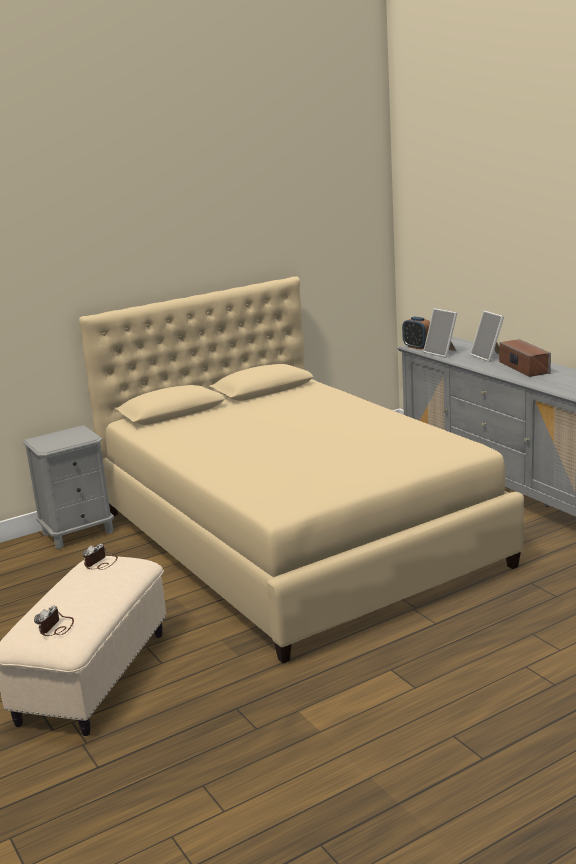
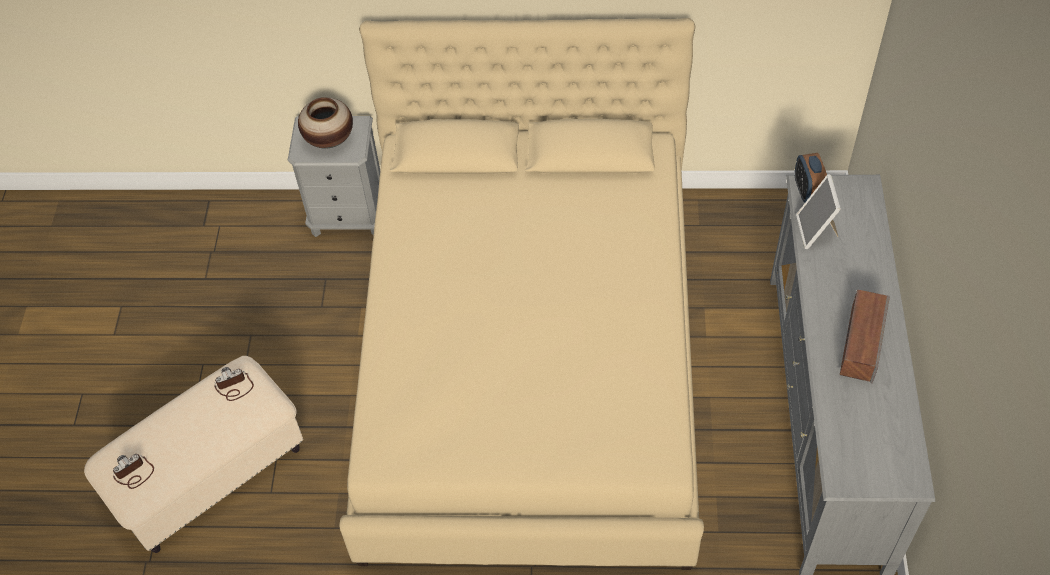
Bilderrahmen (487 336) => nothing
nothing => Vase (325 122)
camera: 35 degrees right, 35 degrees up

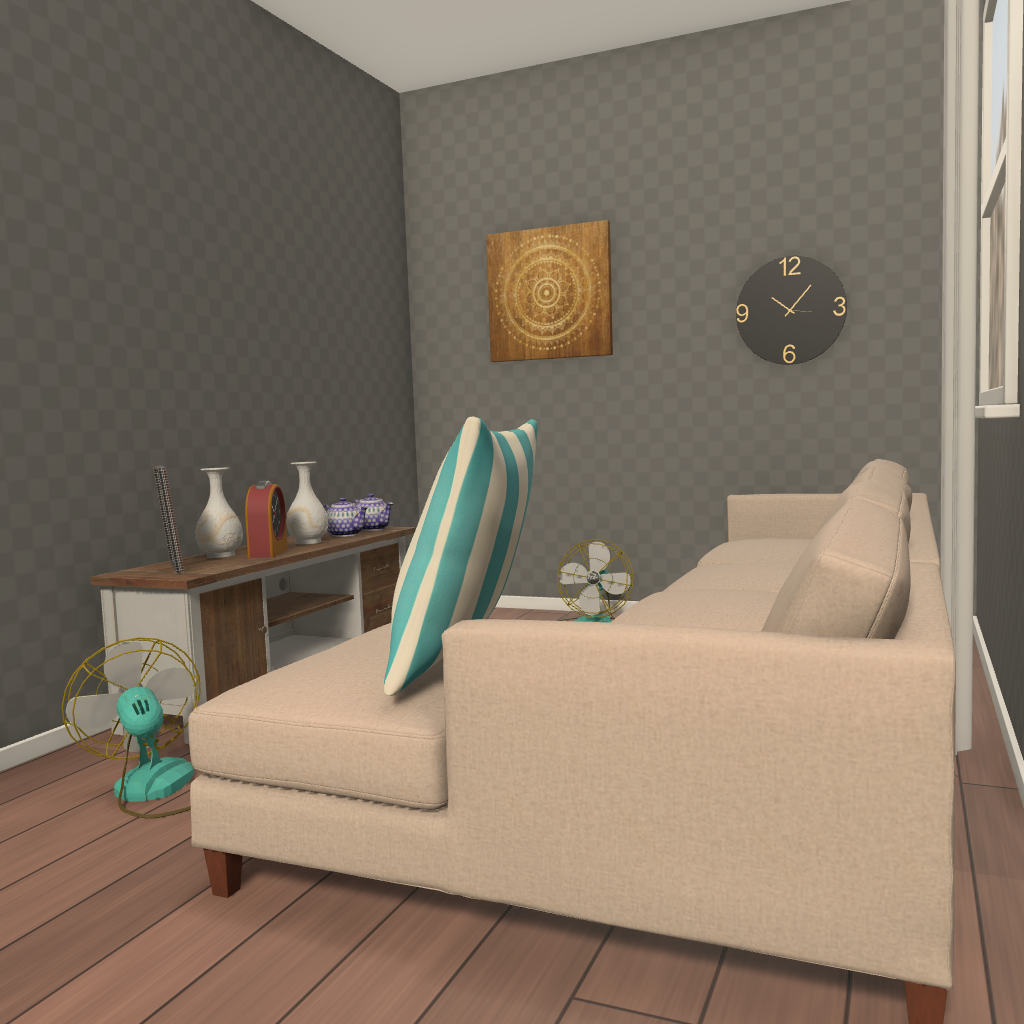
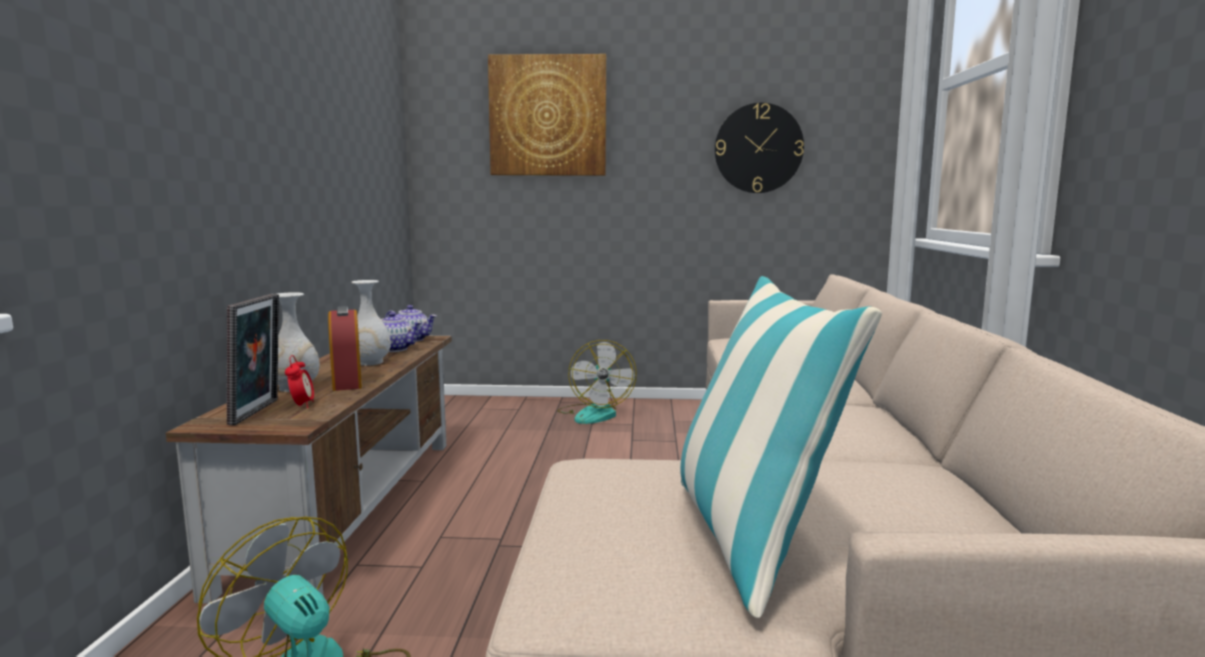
Bilderrahmen (168 519) => Bilderrahmen (253 359), 135 degrees counterclockwise
nothing => Wecker (299 381)
camera: 20 degrees left, 5 degrees up

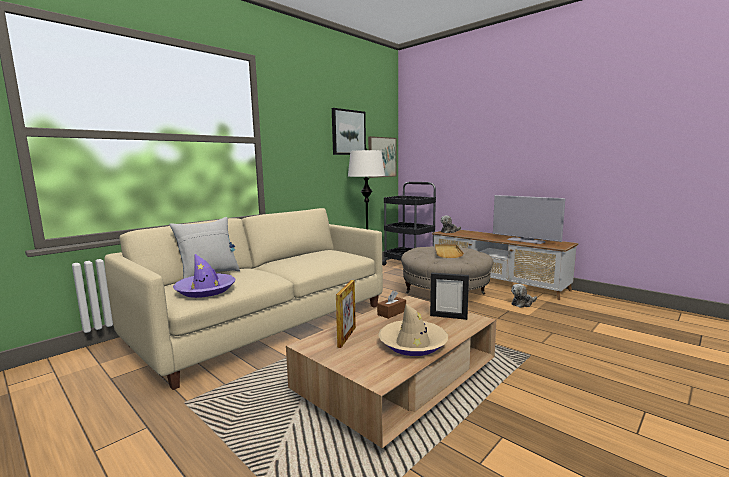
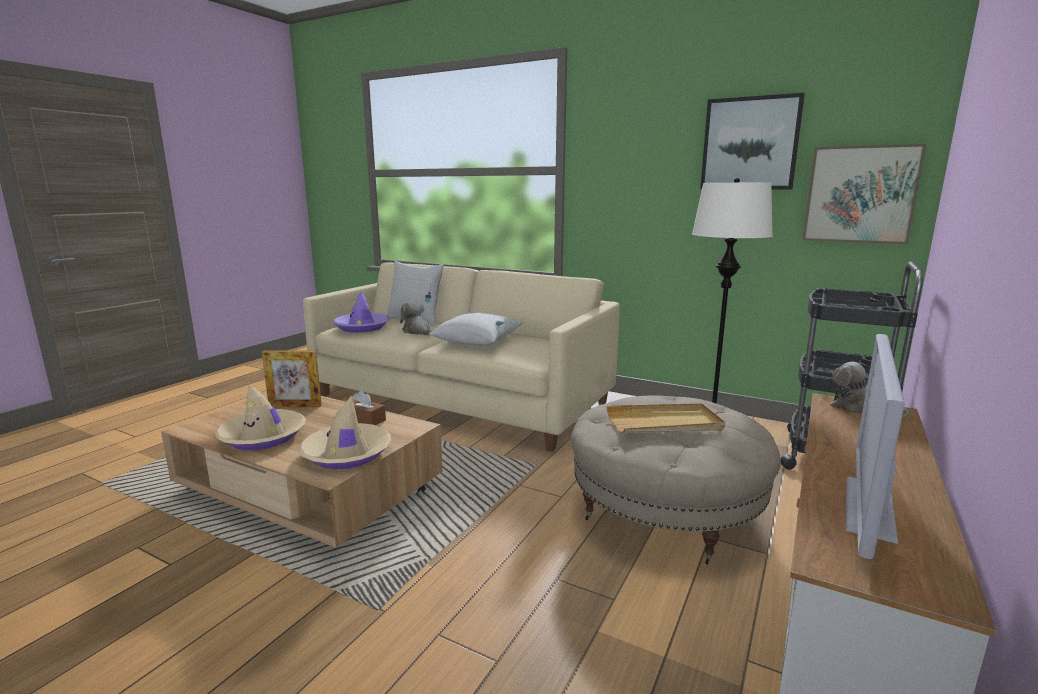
Bilderrahmen (449 296) => Hut/beige (345 432)
Plüschtier (524 296) => Plüschtier (416 318), move
nothing => Kissen/grau (476 329)
camera: 75 degrees right, 5 degrees up

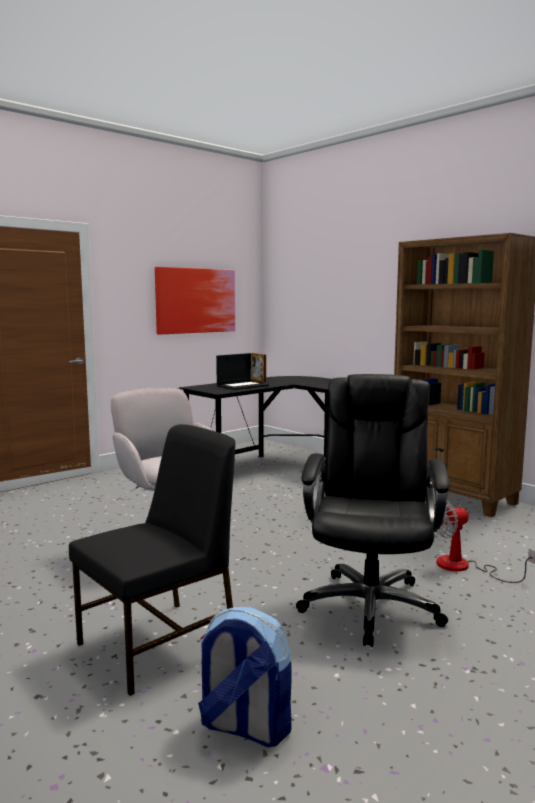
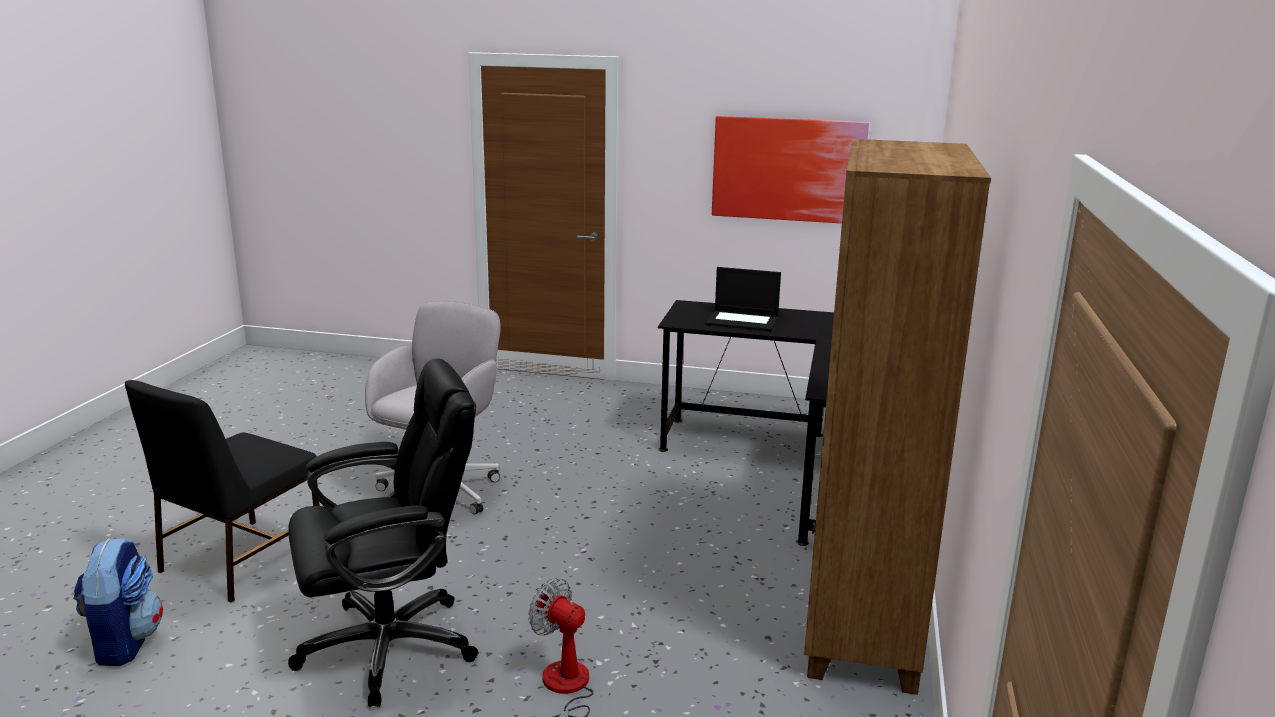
Stuhl/schwarz (152 560) => Stuhl/schwarz (222 491), 105 degrees clockwise
Bilderrahmen (258 367) => nothing
camera: 55 degrees right, 10 degrees up

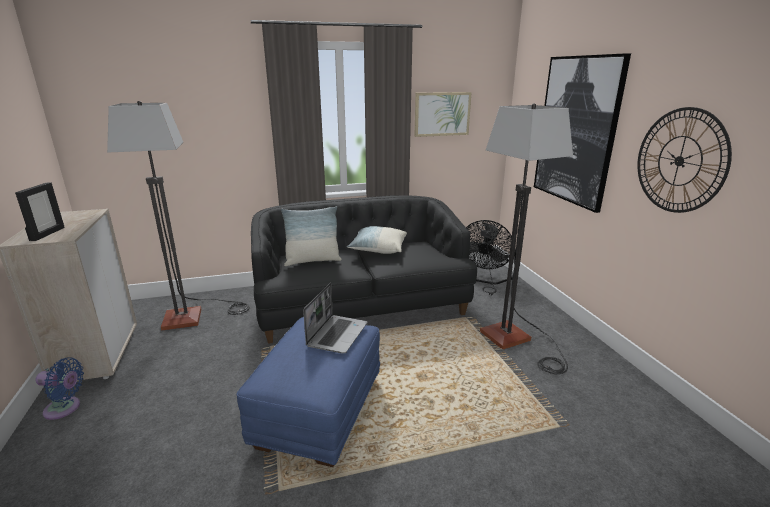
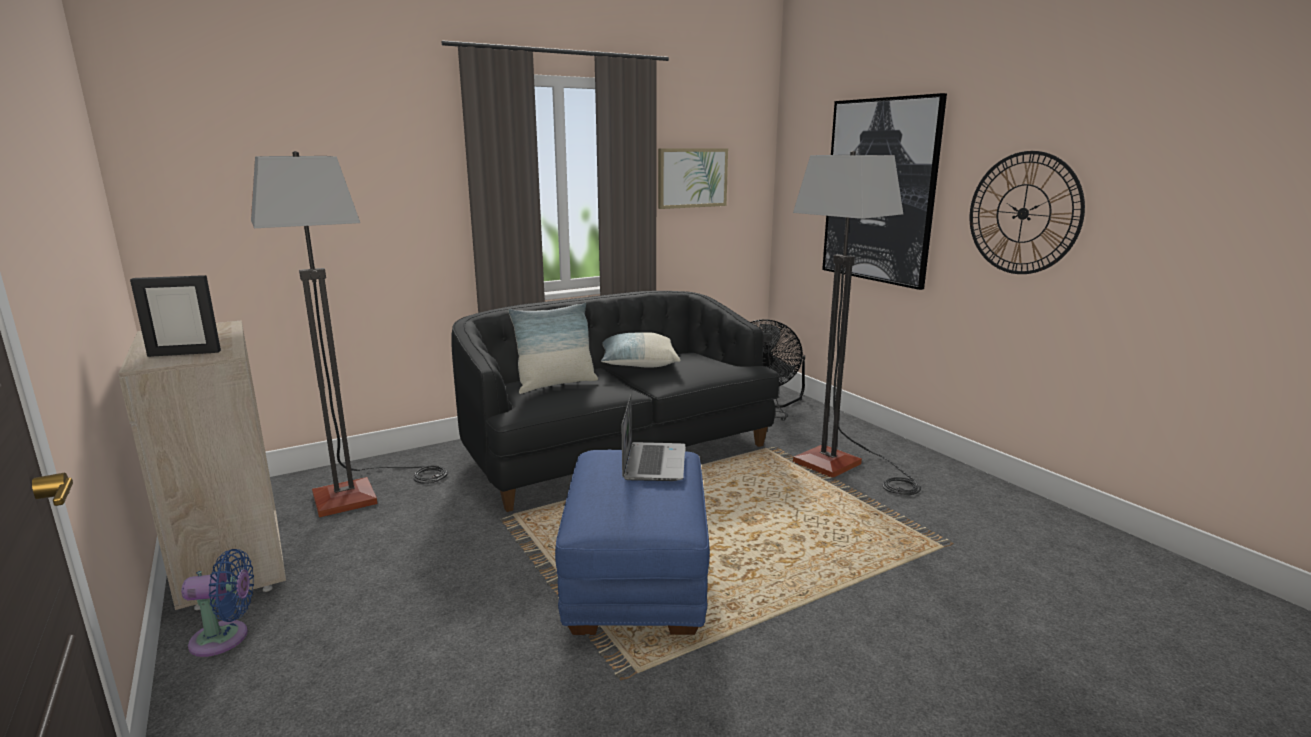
Bilderrahmen (40 212) => Bilderrahmen (175 316), 90 degrees clockwise
camera: 15 degrees left, 5 degrees down

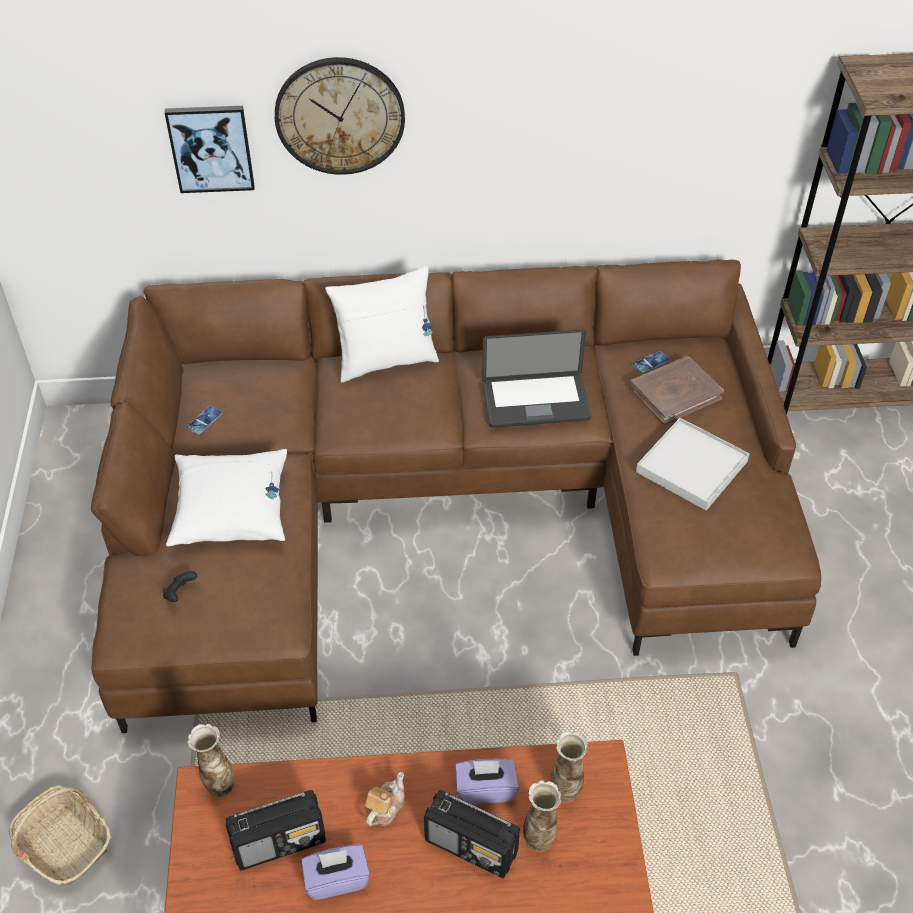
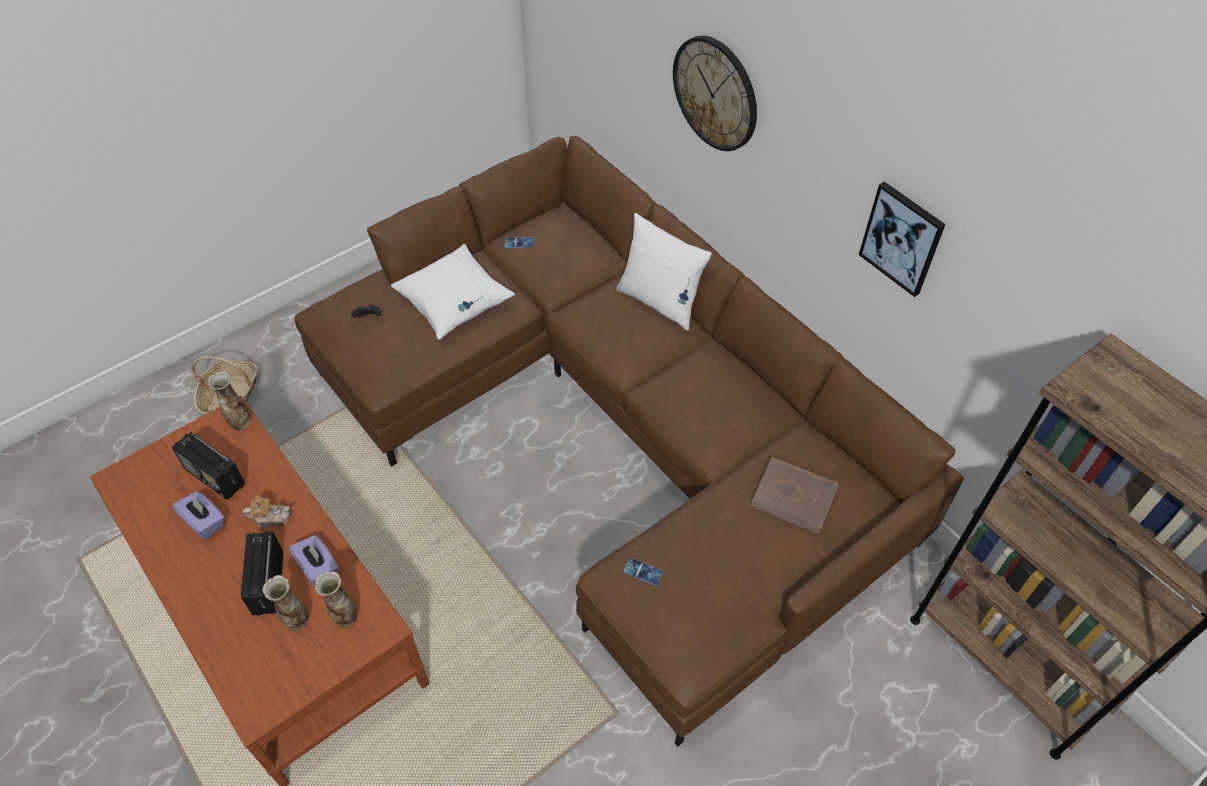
Bild (209 149) => Bild (902 239), move
Laptop (536 378) => nothing
Handy (651 362) => Handy (643 572), move
Tablett/weiß (693 464) => nothing
camera: 55 degrees right, 5 degrees up

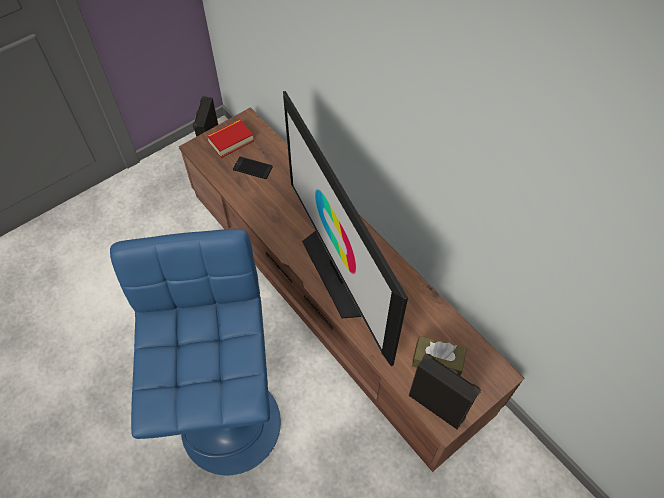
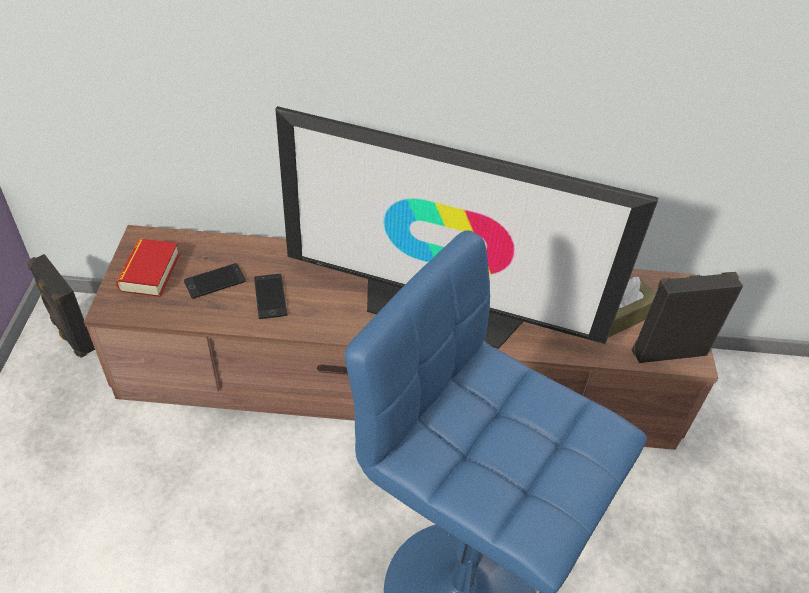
nothing => Handy (270 296)
camera: 50 degrees left, 10 degrees down

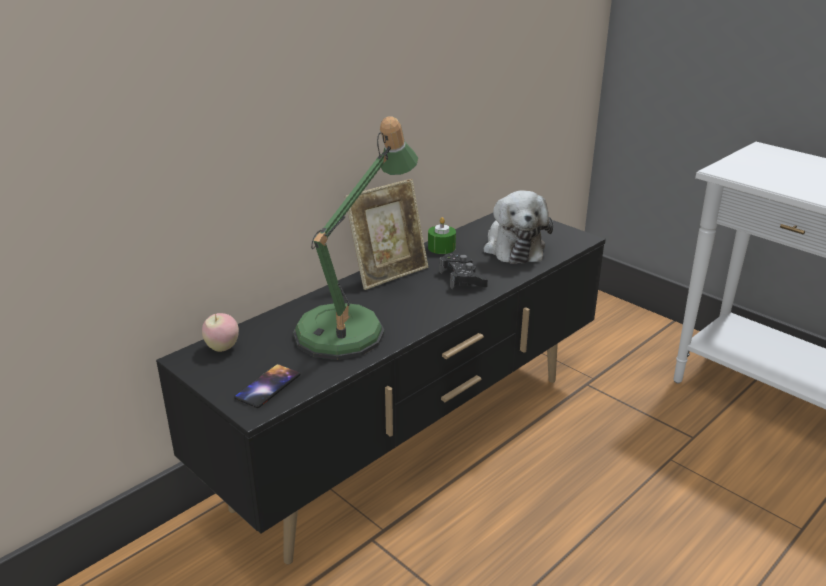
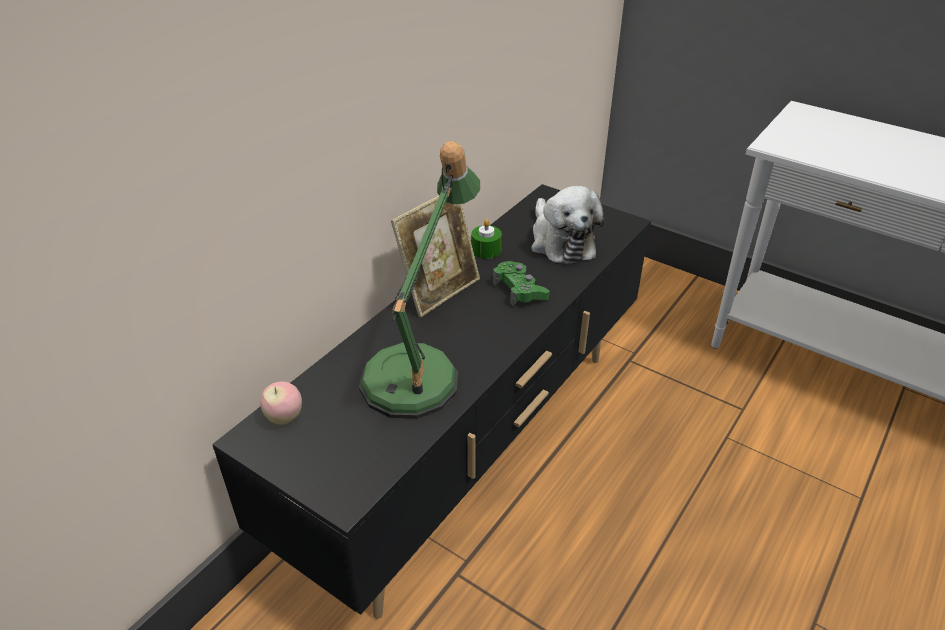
Handy (267 386) => nothing
Gamepad/schwarz (463 271) => Gamepad/grün (521 284)
camera: 10 degrees left, 10 degrees up

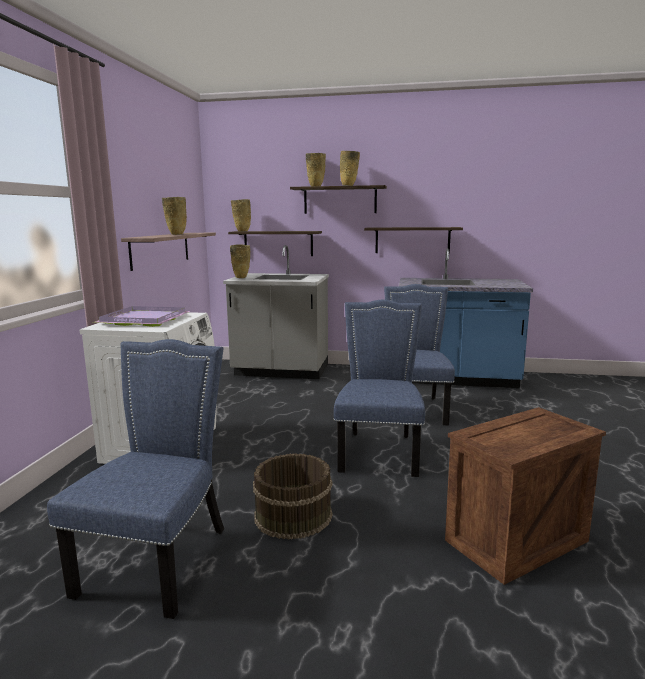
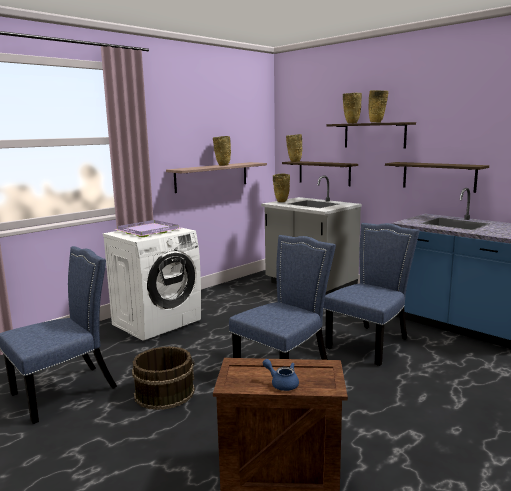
nothing => Teekanne/blau (281 375)
camera: 35 degrees right, 0 degrees up

